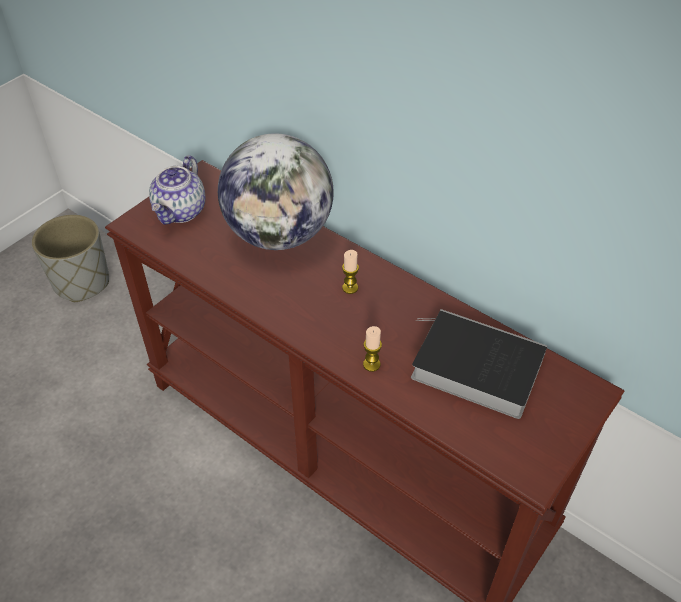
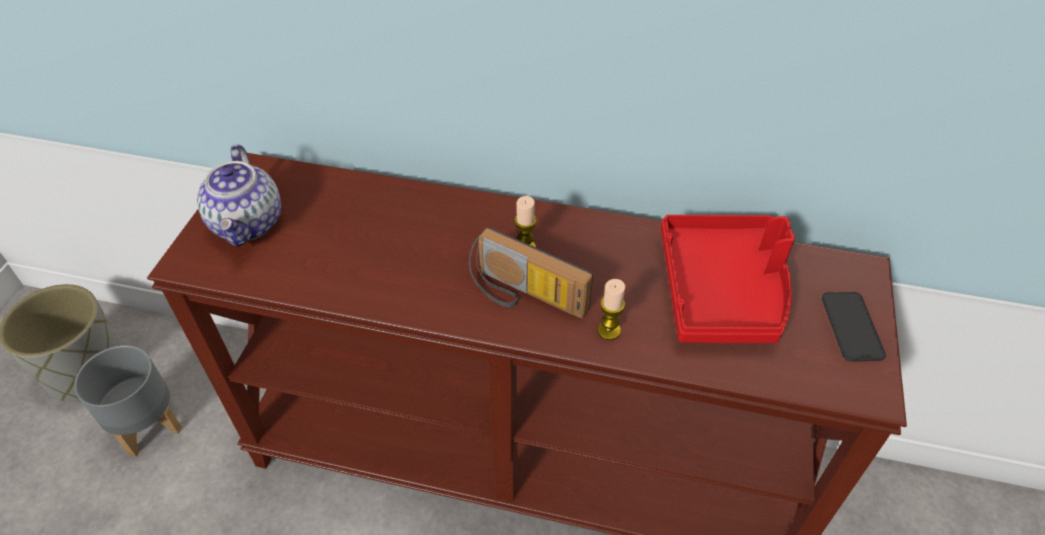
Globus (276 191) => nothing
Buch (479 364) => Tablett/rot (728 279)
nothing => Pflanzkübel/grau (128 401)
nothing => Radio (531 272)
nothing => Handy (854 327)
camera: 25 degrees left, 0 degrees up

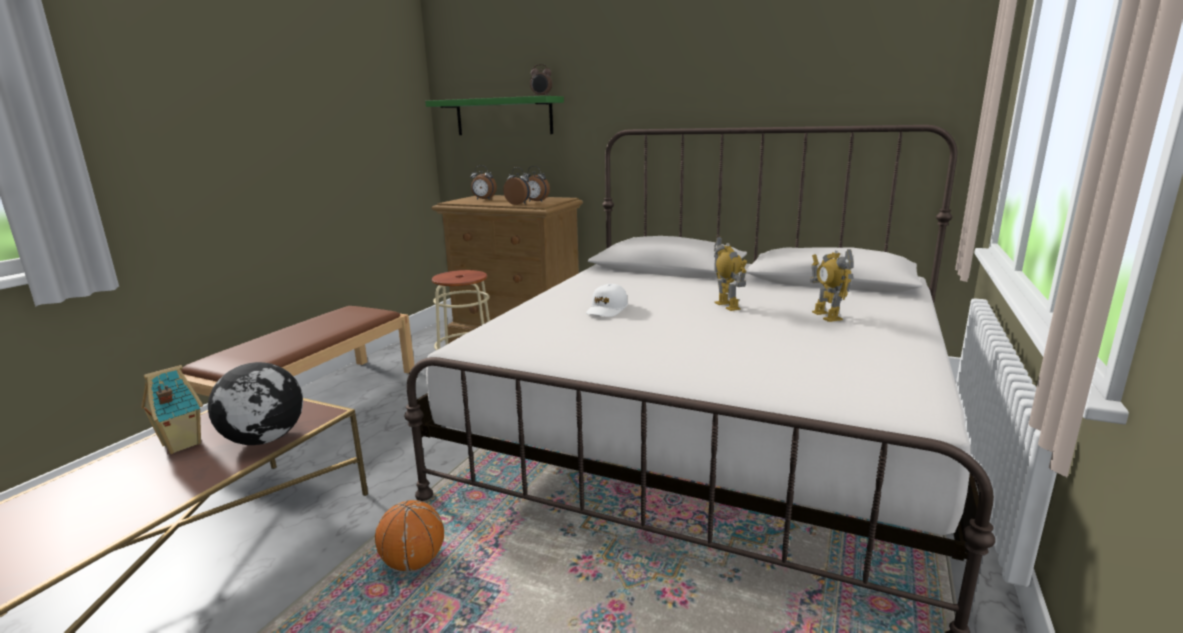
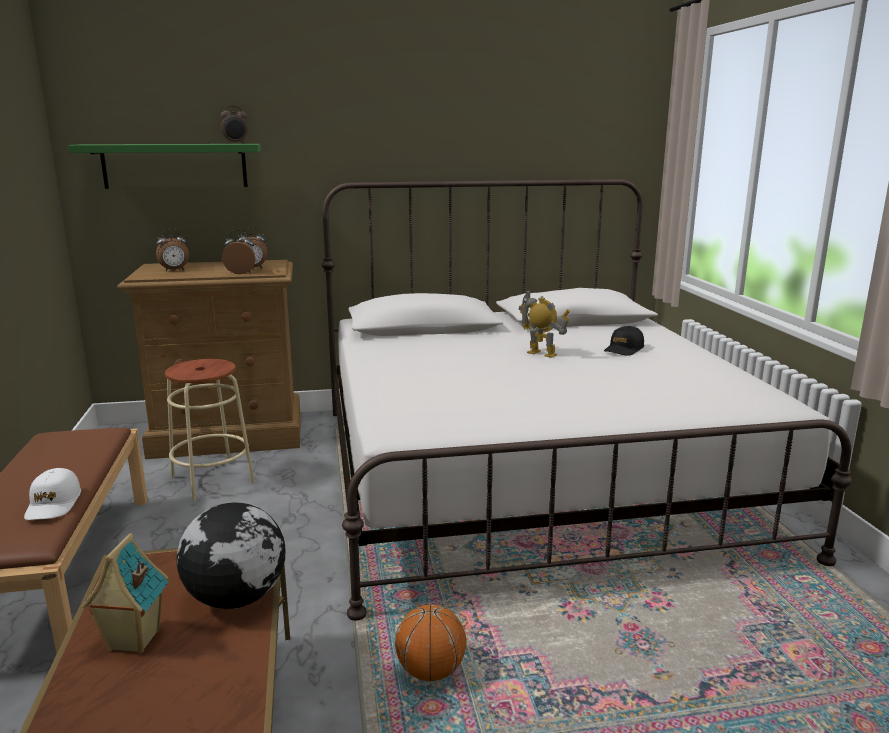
Kappe/weiß (607 300) => Kappe/weiß (52 494), move
Spielzeugroboter (832 285) => Kappe/schwarz (624 341)
camera: 35 degrees left, 0 degrees up

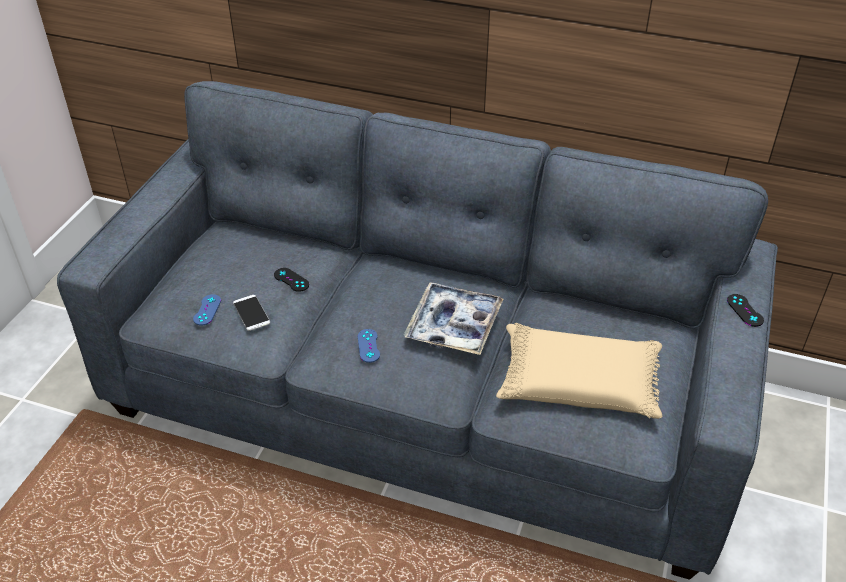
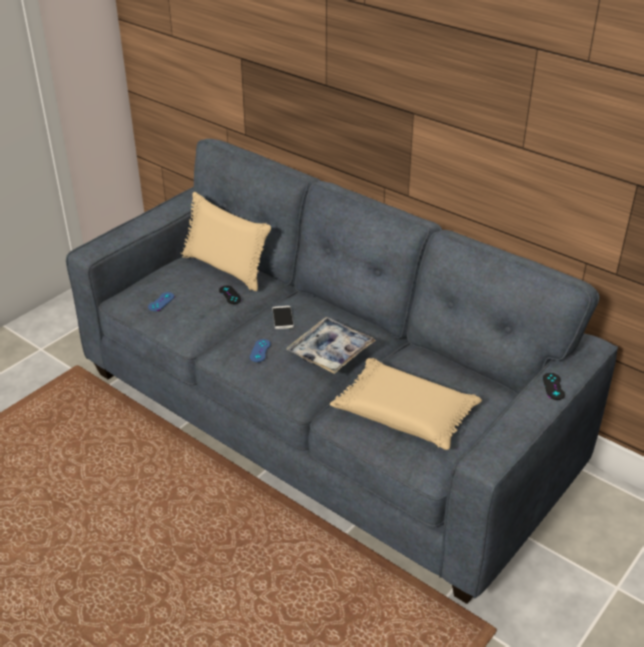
Handy (251 313) => Handy (283 317), move
nothing => Kissen/beige (226 241)
camera: 20 degrees right, 5 degrees down

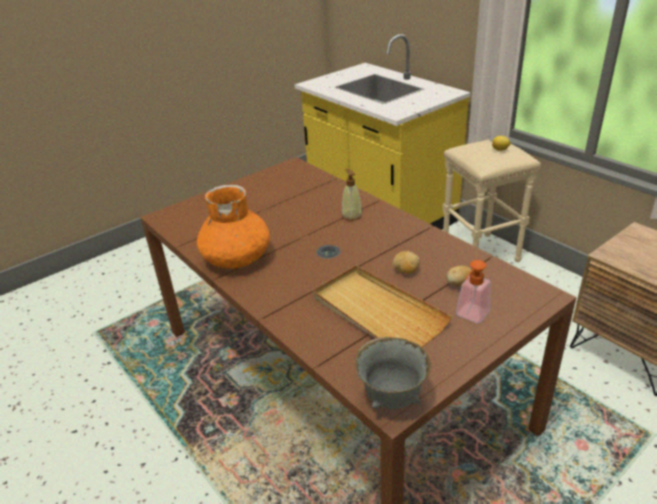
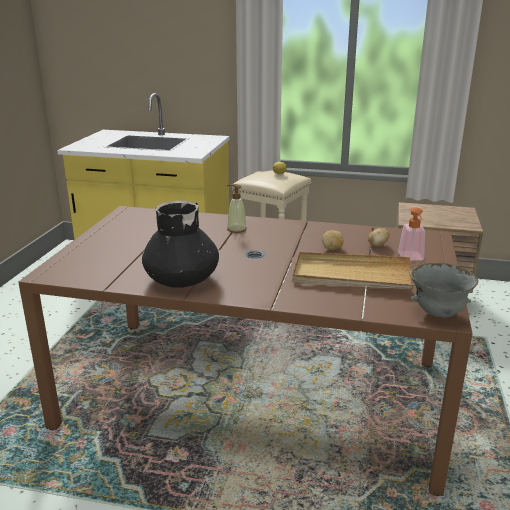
Vase/orange (233 227) => Vase/schwarz (180 244)
camera: 40 degrees left, 10 degrees down

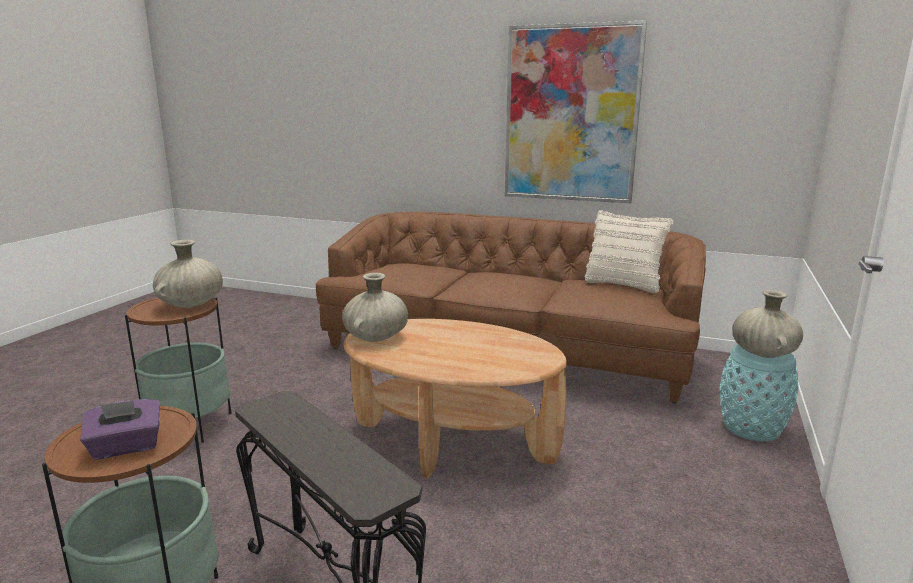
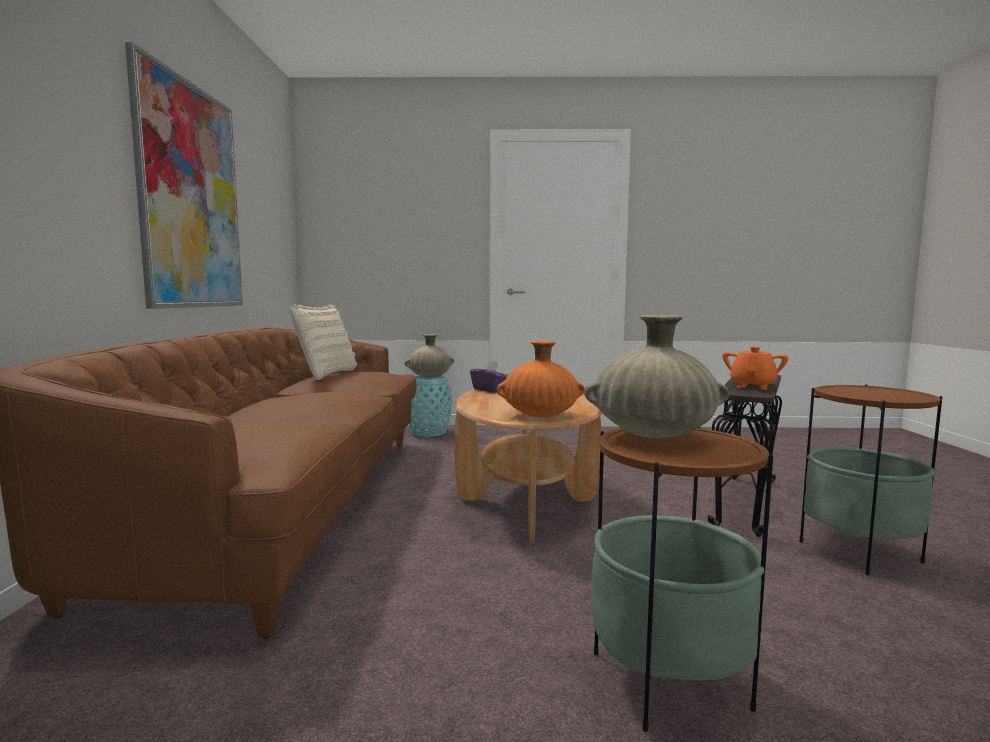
Taschentuchbox/lila (120 429) => Taschentuchbox/lila (489 377), move
Vase/beige (375 307) => Vase/orange (541 379)
nothing => Teekanne/orange (755 368)
camera: 110 degrees left, 10 degrees down

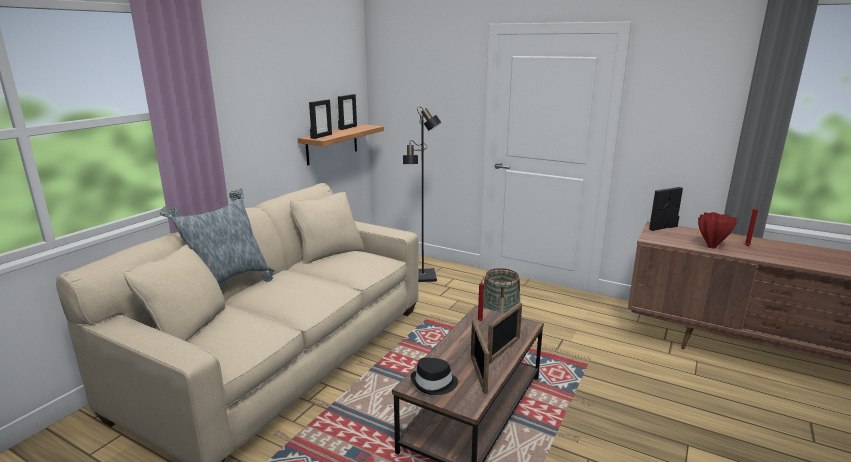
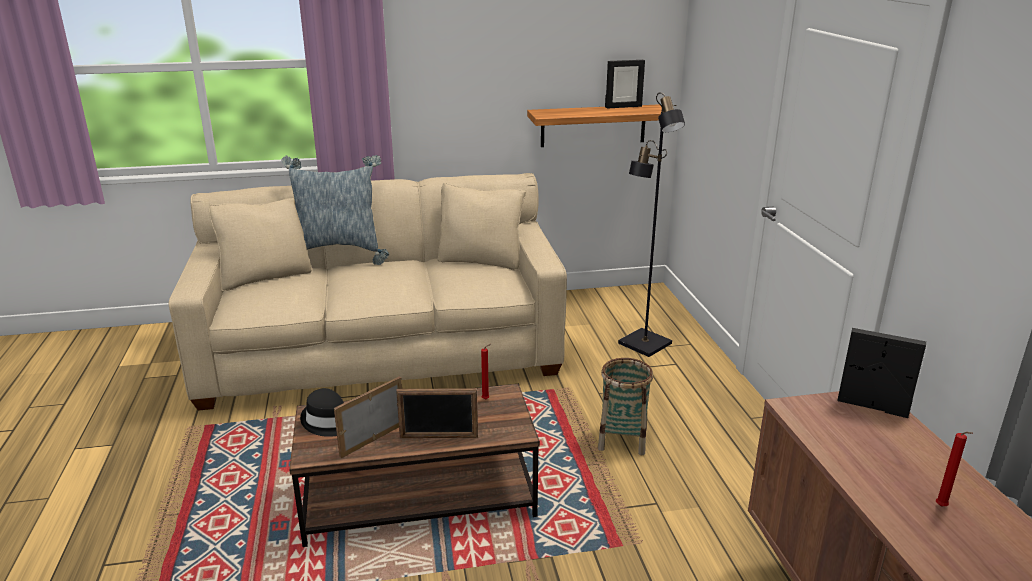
Bilderrahmen (320 119) => nothing
Vase/rot (717 230) => nothing
camera: 50 degrees right, 5 degrees up

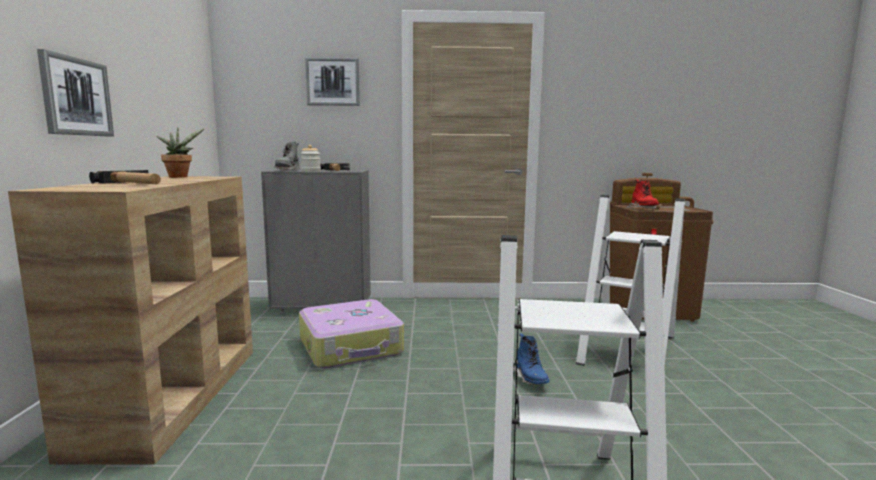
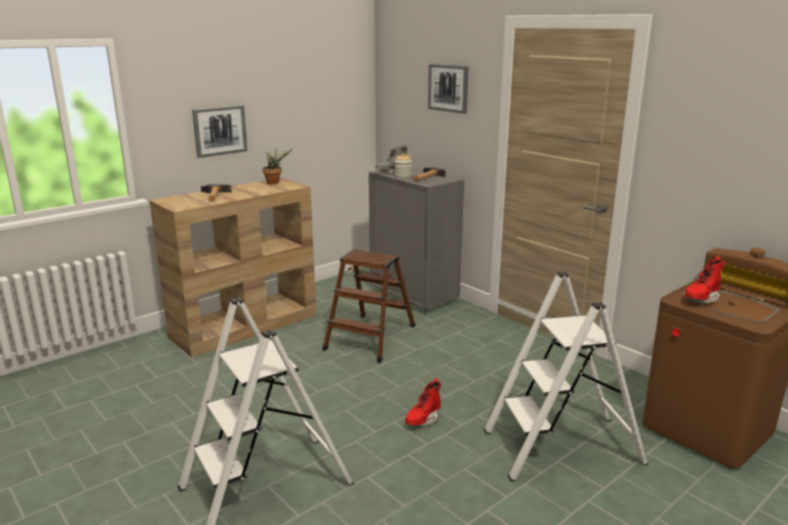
Koffer (351 333) => Trittleiter/braun (369 306)
Stiefel/blau (531 359) => Stiefel/rot (423 402)
camera: 50 degrees right, 10 degrees up

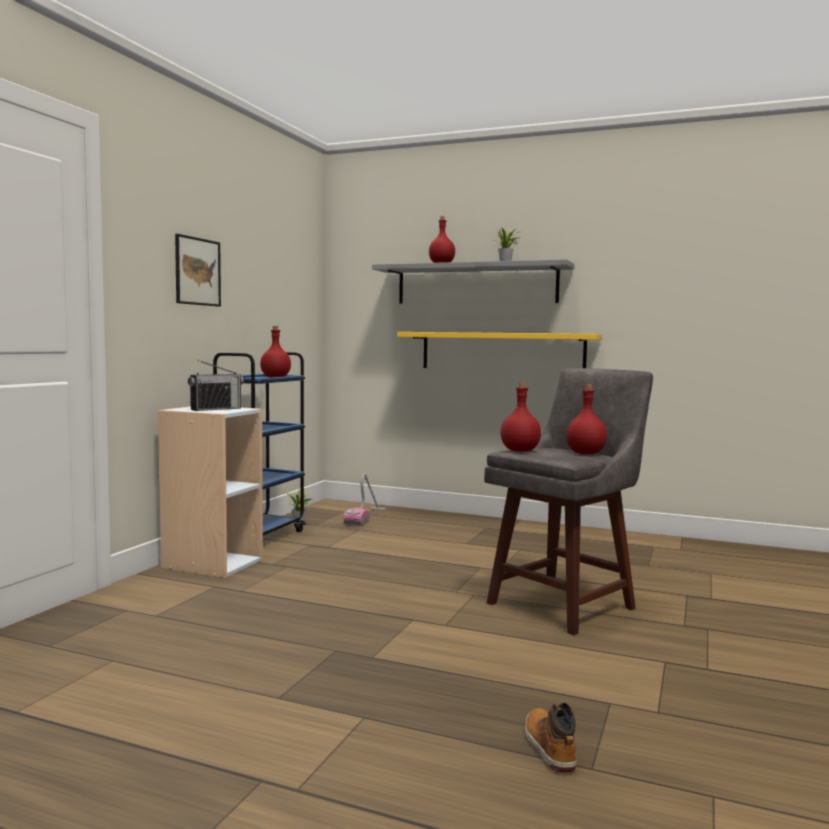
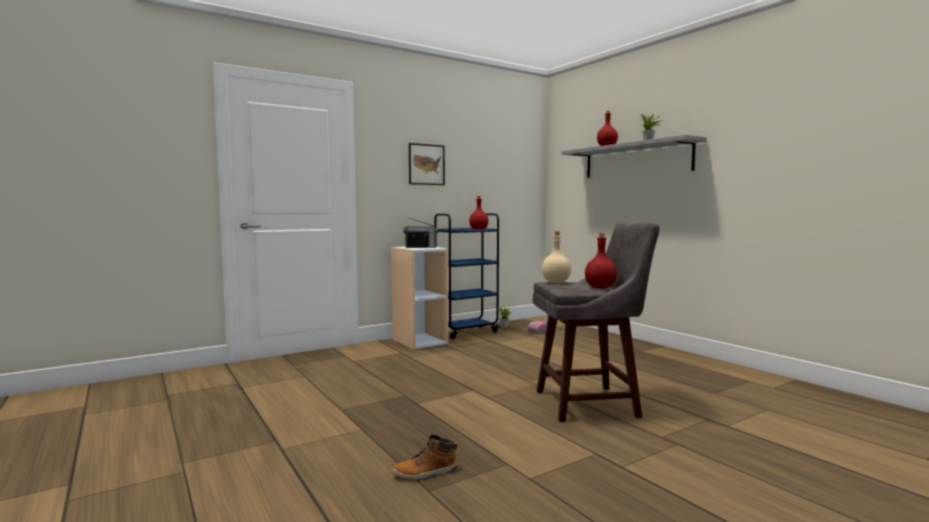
Wandregal/gelb (499 350) => nothing
Flasche/rot (520 417) => Flasche/beige (556 257)
Stiefel (551 737) => Stiefel (425 457), 135 degrees counterclockwise
camera: 35 degrees right, 0 degrees up

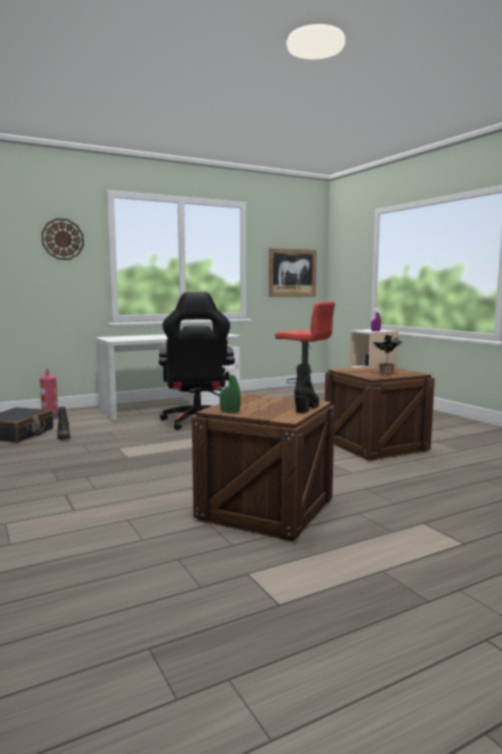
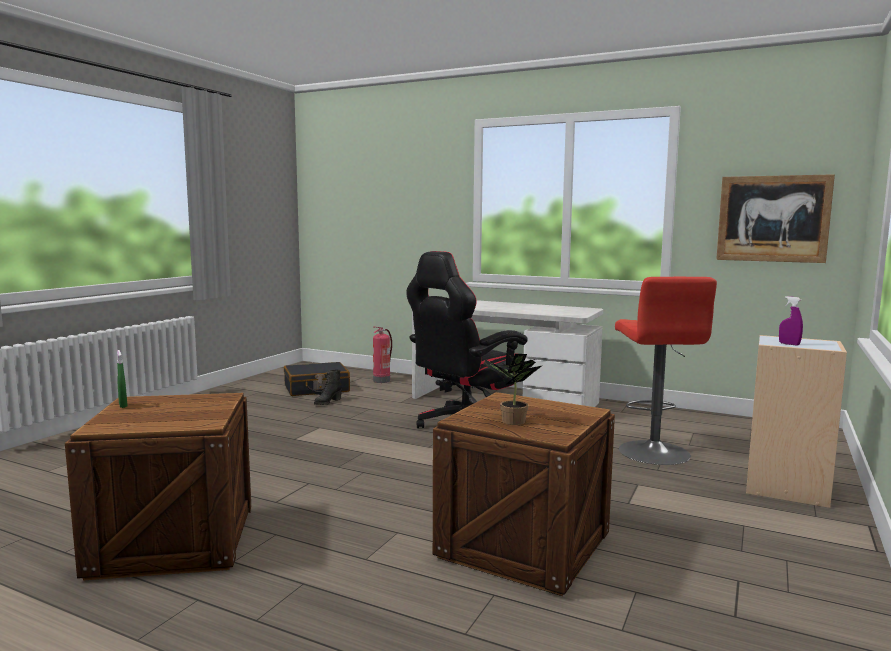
Wanduhr (62 239) => nothing
Stiefel/schwarz (307 388) => nothing
camera: 55 degrees right, 0 degrees up

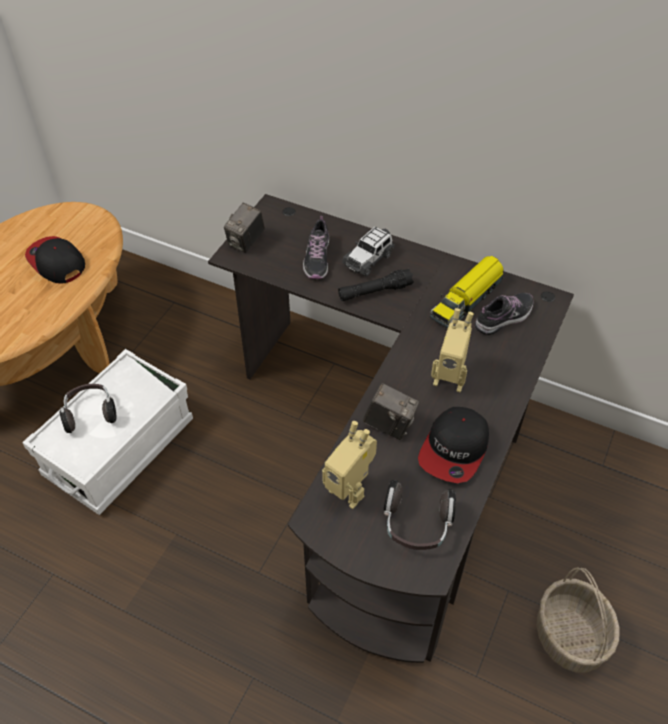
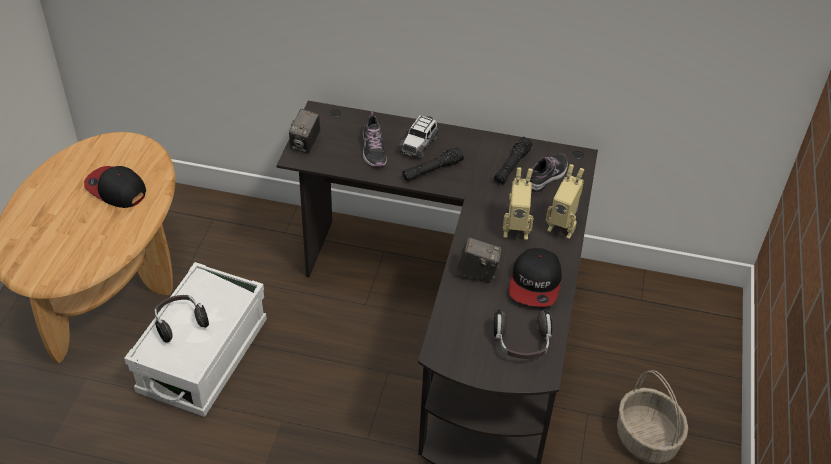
Spielzeugroboter (349 465) => Spielzeugroboter (565 201), move
Spielzeuglaster (467 291) => Taschenlampe/schwarz (513 160)
camera: 15 degrees left, 5 degrees down

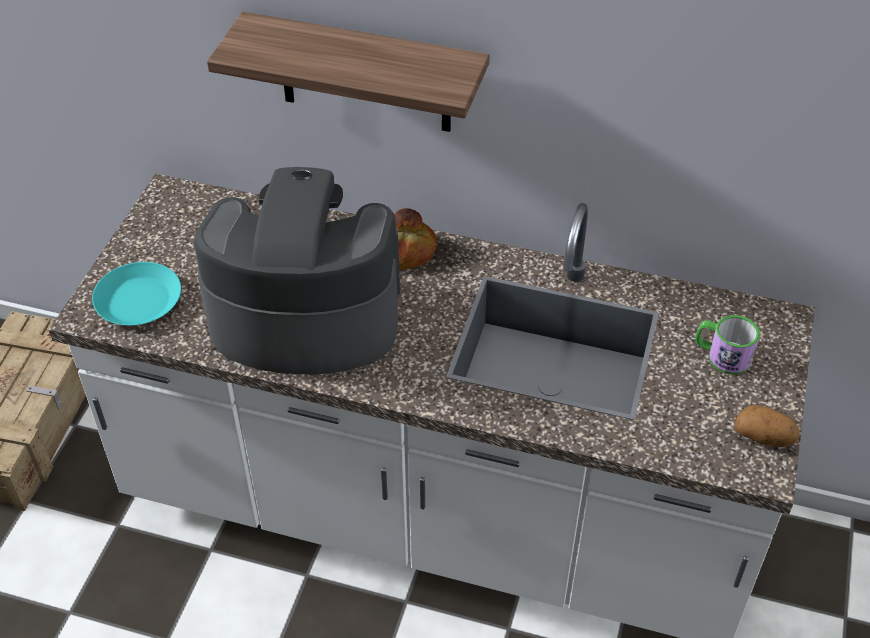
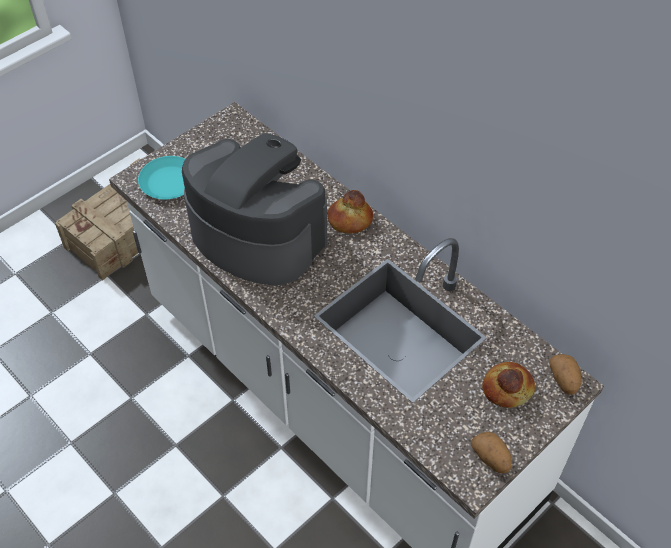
Wandregal (348 72) => nothing
Henkelbecher (727 345) => Brot (508 385)
nothing => Kartoffel (565 374)
camera: 30 degrees right, 5 degrees up

